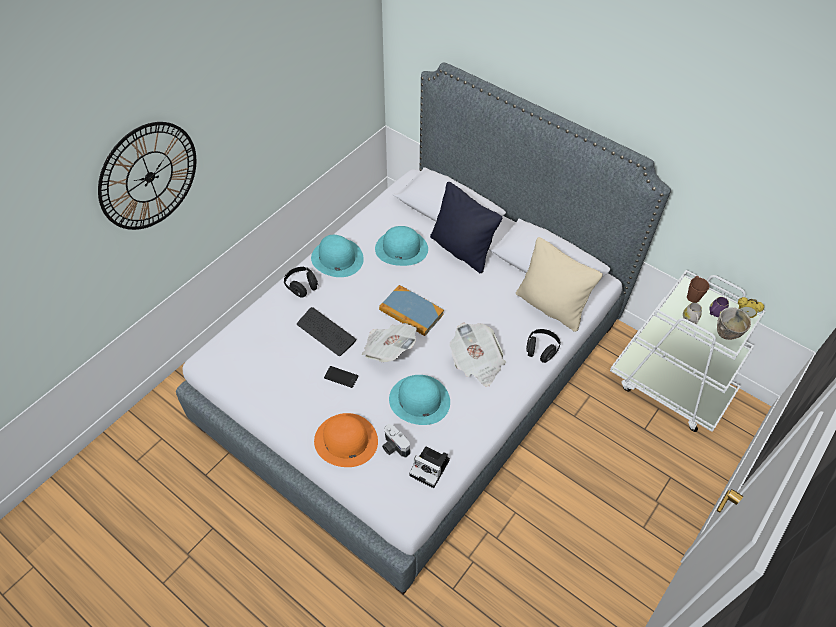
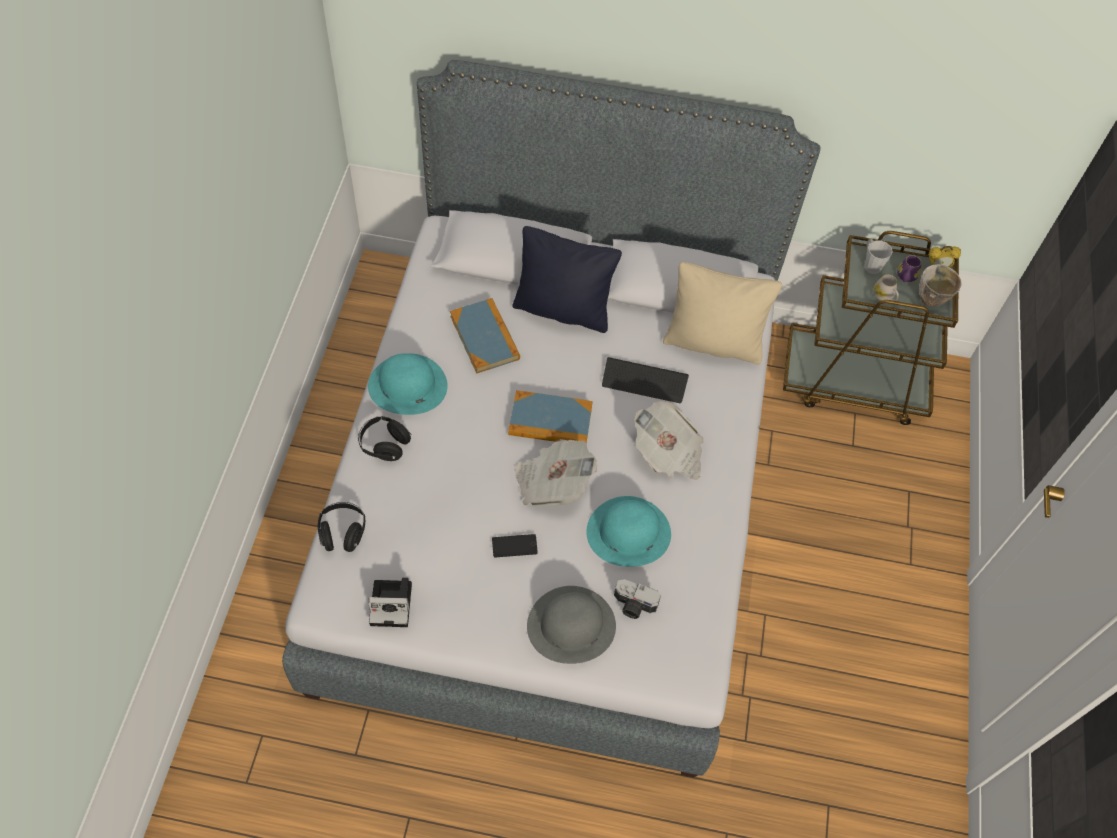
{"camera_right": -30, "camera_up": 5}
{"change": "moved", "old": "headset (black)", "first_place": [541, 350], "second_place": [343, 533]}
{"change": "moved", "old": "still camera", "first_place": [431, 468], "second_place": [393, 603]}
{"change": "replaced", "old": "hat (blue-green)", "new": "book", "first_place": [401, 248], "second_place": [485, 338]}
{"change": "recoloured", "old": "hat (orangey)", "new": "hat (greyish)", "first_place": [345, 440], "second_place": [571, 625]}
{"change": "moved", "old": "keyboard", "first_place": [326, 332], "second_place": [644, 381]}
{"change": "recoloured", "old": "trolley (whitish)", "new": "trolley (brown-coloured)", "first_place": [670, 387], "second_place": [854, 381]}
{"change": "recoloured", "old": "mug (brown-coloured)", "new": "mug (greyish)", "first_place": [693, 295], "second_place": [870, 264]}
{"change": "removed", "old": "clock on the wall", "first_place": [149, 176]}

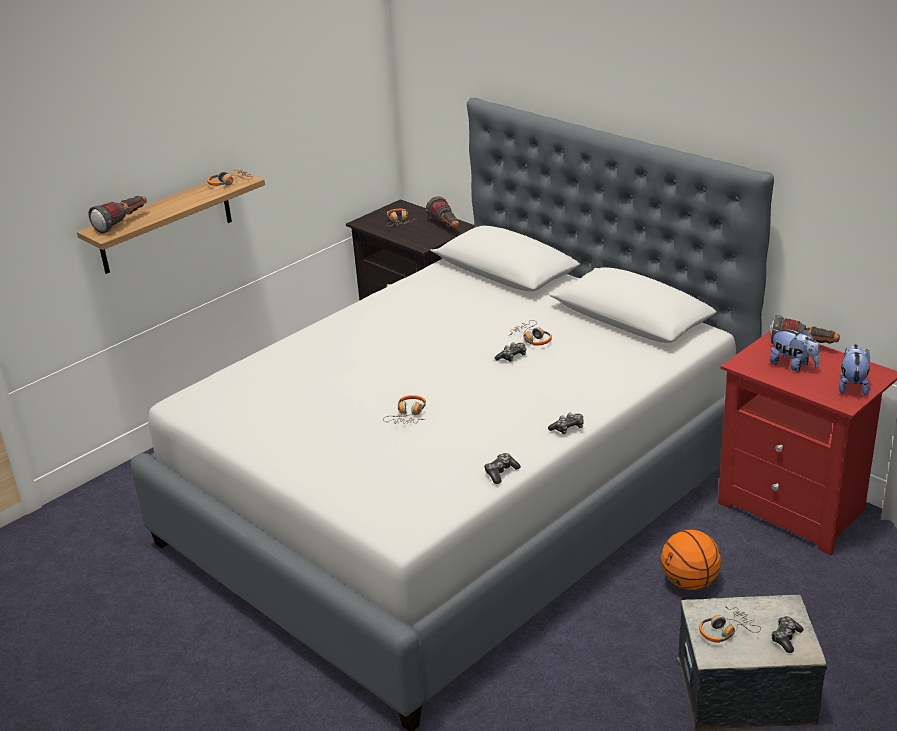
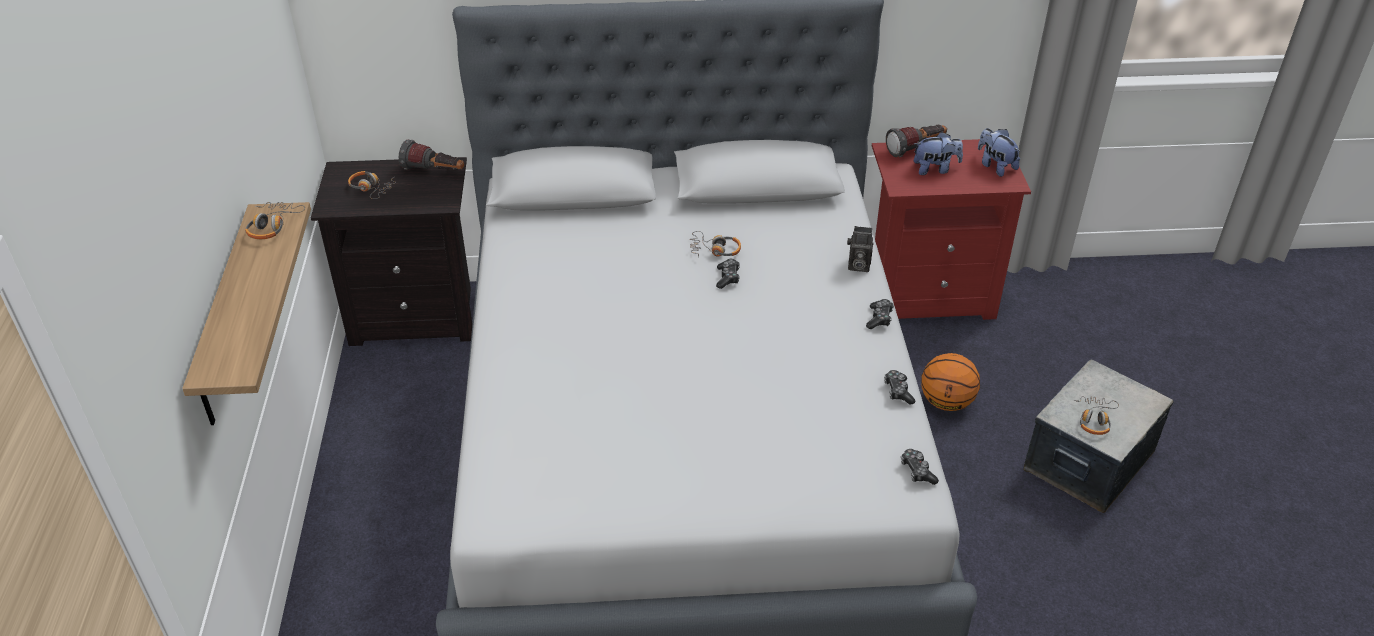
{"camera_right": -50, "camera_up": 10}
{"change": "added", "new": "still camera", "second_place": [857, 266]}
{"change": "moved", "old": "gamepad", "first_place": [786, 638], "second_place": [917, 471]}
{"change": "removed", "old": "torch", "first_place": [123, 223]}
{"change": "removed", "old": "headset", "first_place": [408, 415]}

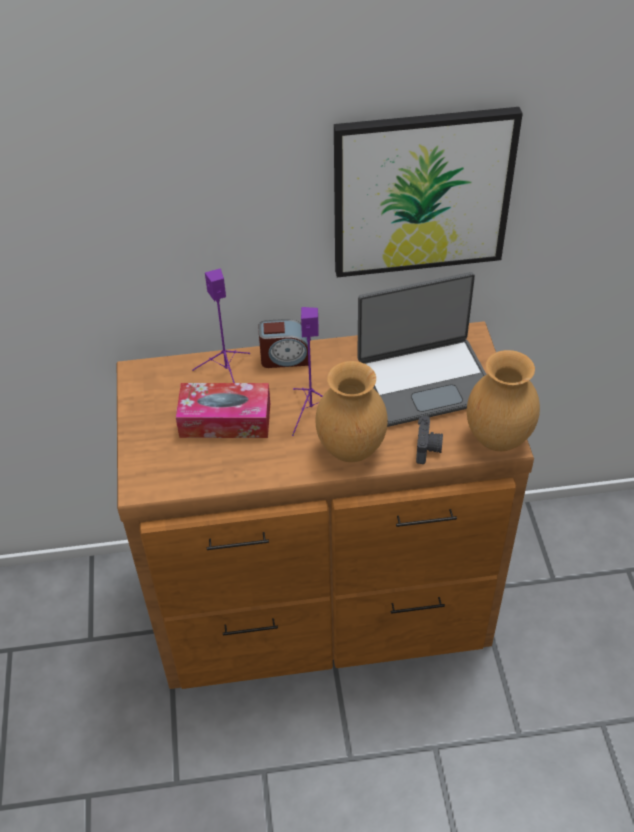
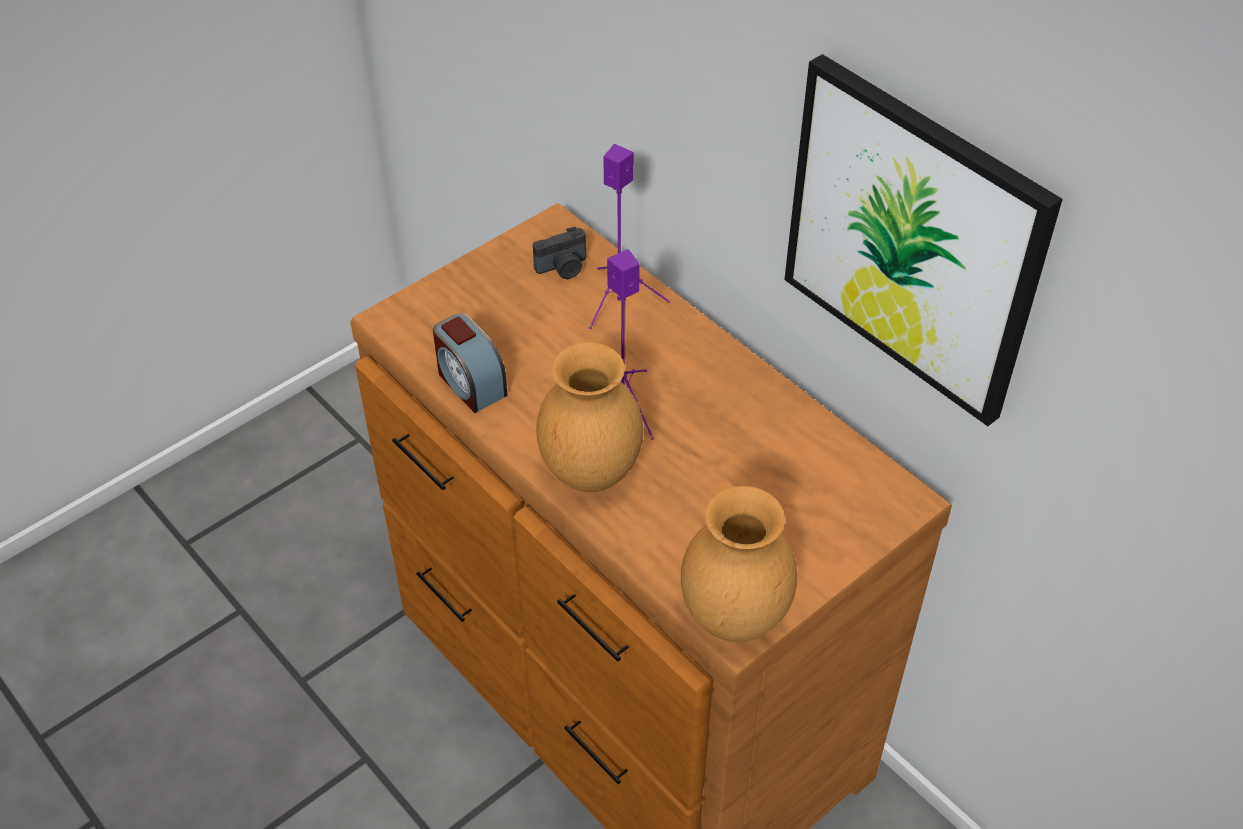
{"camera_right": 55, "camera_up": 0}
{"change": "moved", "old": "alarm clock", "first_place": [284, 358], "second_place": [470, 383]}
{"change": "moved", "old": "still camera", "first_place": [428, 448], "second_place": [563, 268]}
{"change": "removed", "old": "box of tissues", "first_place": [225, 420]}
{"change": "removed", "old": "portable computer", "first_place": [425, 381]}

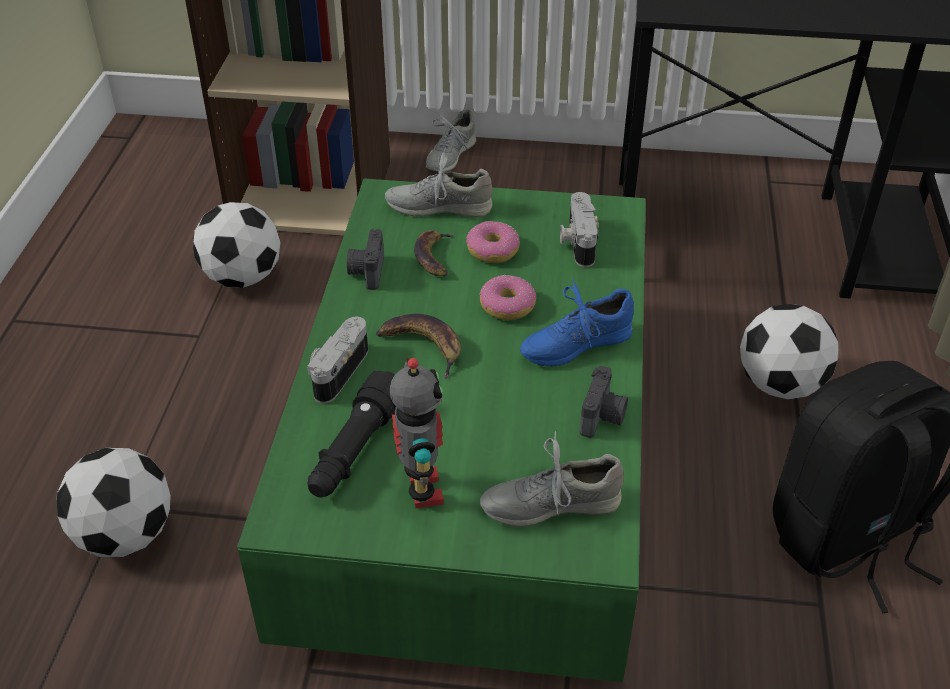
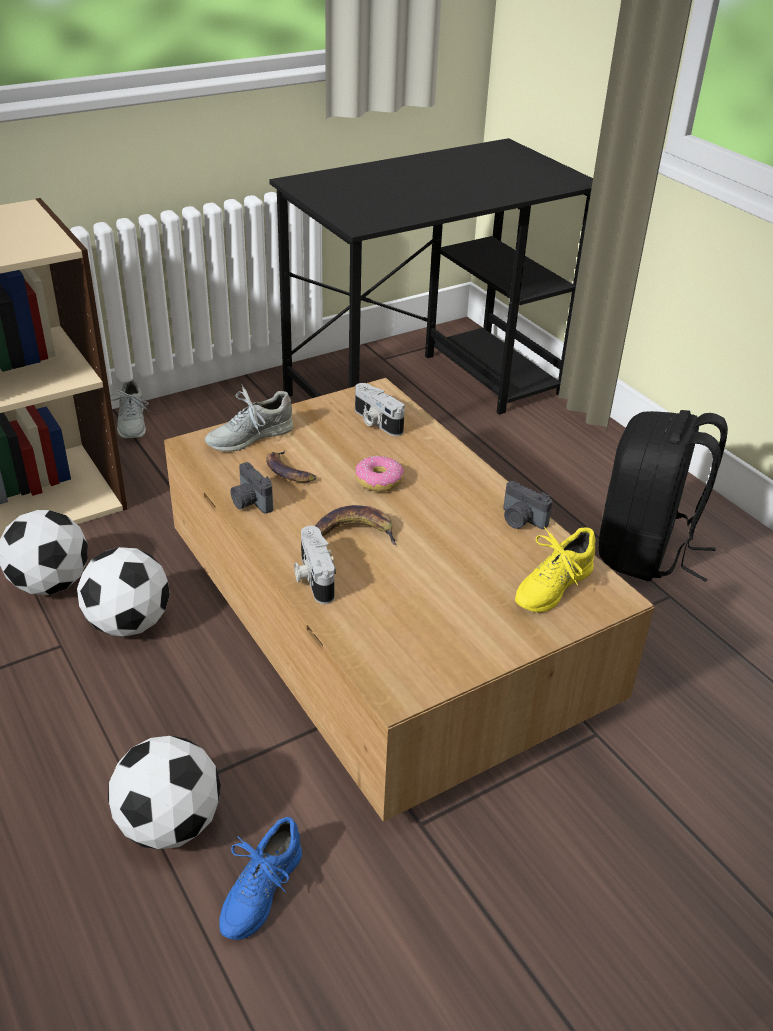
{"camera_right": -40, "camera_up": -5}
{"change": "moved", "old": "football ball", "first_place": [780, 385], "second_place": [129, 623]}
{"change": "recoloured", "old": "coffee table (green-coloured)", "new": "coffee table (brown-coloured)", "first_place": [475, 461], "second_place": [383, 623]}
{"change": "moved", "old": "shoe (bluish)", "first_place": [575, 344], "second_place": [260, 890]}
{"change": "turned", "old": "still camera", "first_place": [603, 417], "second_place": [521, 520], "degrees": 150}
{"change": "recoloured", "old": "shoe (greyish)", "new": "shoe (yellowish)", "first_place": [550, 504], "second_place": [552, 586]}
{"change": "removed", "old": "torch (black)", "first_place": [355, 450]}
{"change": "removed", "old": "robot figure", "first_place": [421, 490]}
{"change": "removed", "old": "ring doughnut", "first_place": [492, 250]}

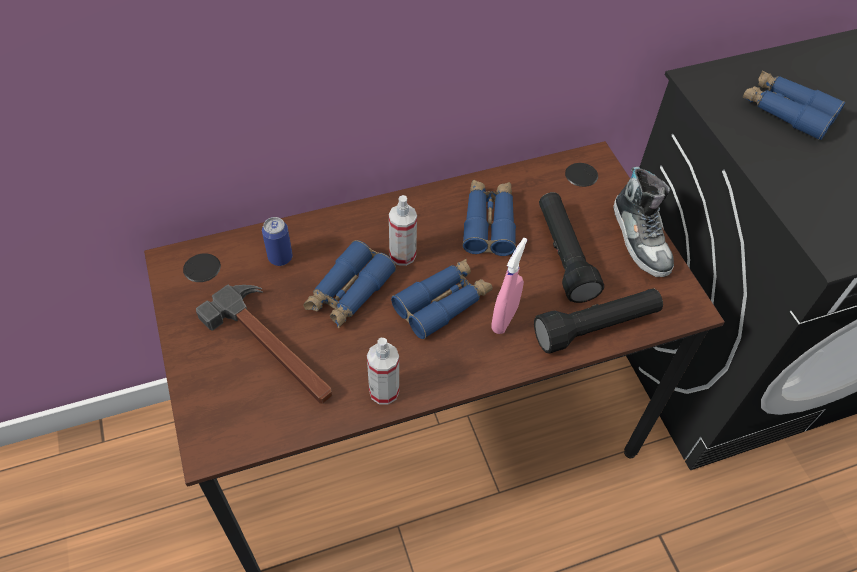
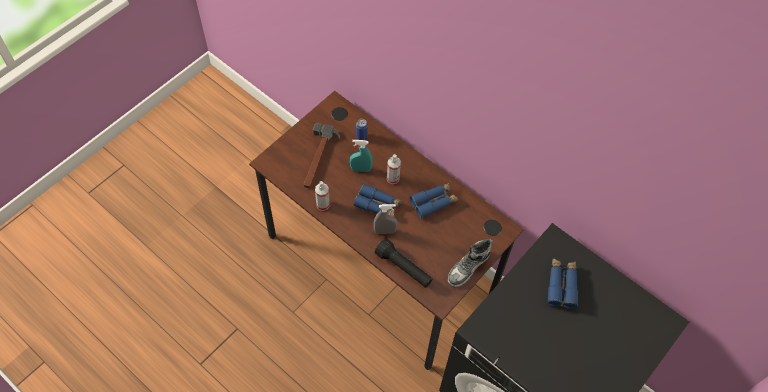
{"camera_right": 60, "camera_up": 5}
{"change": "replaced", "old": "binoculars (bluish)", "new": "spray bottle (blue-green)", "first_place": [349, 292], "second_place": [361, 169]}
{"change": "recoloured", "old": "spray bottle (pink)", "new": "spray bottle (greyish)", "first_place": [504, 319], "second_place": [385, 231]}
{"change": "removed", "old": "torch (black)", "first_place": [563, 255]}

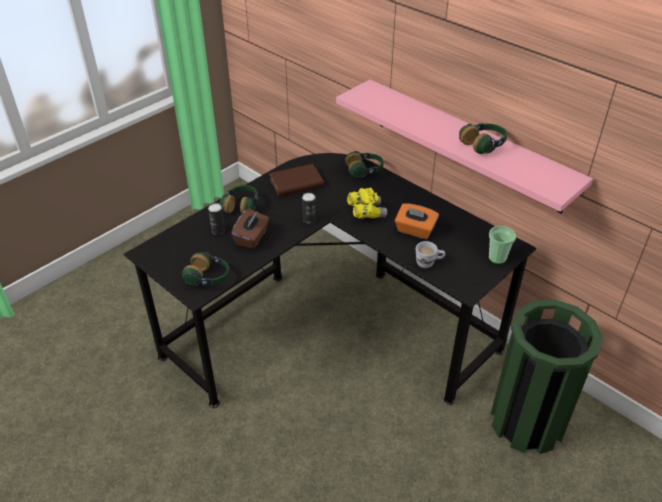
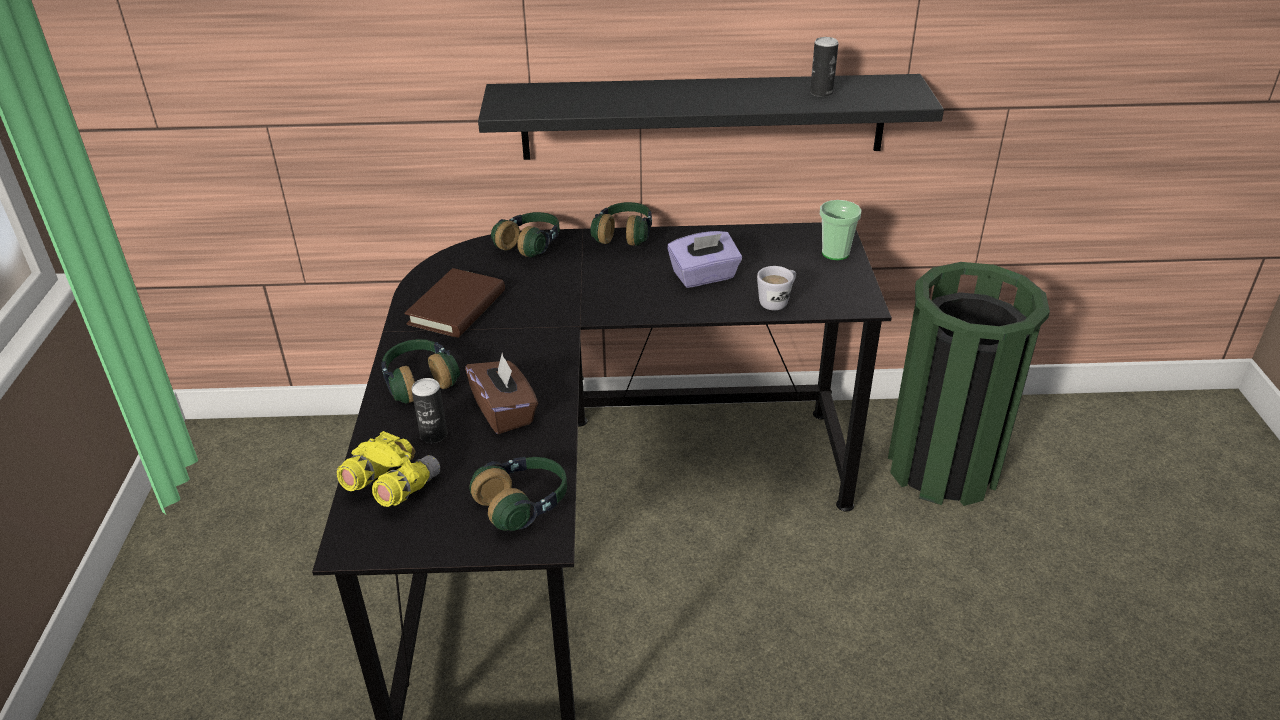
{"camera_right": -45, "camera_up": -5}
{"change": "moved", "old": "binoculars (yellowish)", "first_place": [366, 212], "second_place": [391, 487]}
{"change": "recoloured", "old": "wall shelf (pink)", "new": "wall shelf (black)", "first_place": [467, 145], "second_place": [703, 117]}
{"change": "moved", "old": "headset", "first_place": [483, 145], "second_place": [624, 235]}
{"change": "recoloured", "old": "box of tissues (orangey)", "new": "box of tissues (purple)", "first_place": [415, 230], "second_place": [704, 276]}
{"change": "moved", "old": "metal can", "first_place": [309, 220], "second_place": [821, 92]}

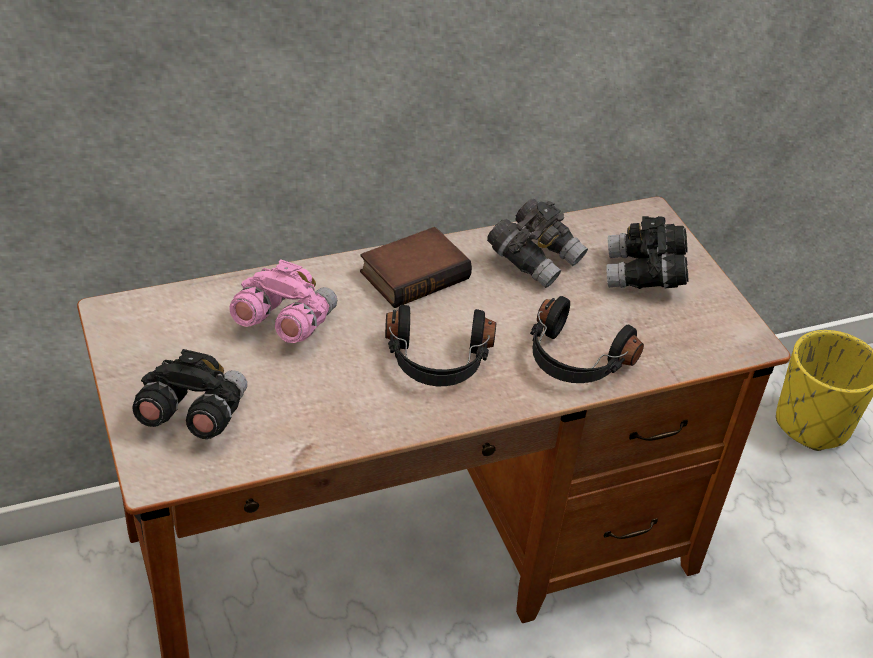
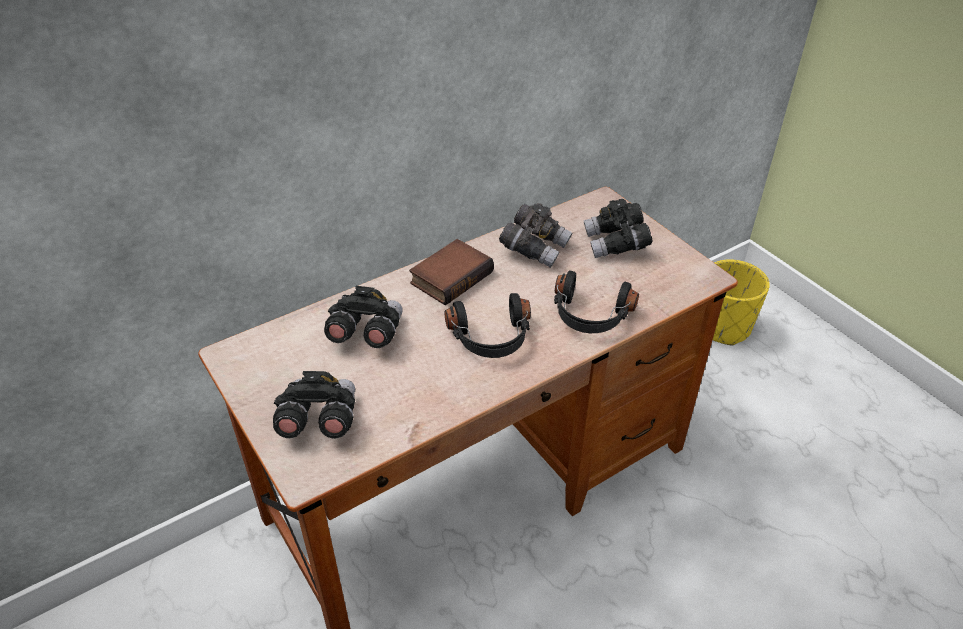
{"camera_right": -10, "camera_up": 0}
{"change": "recoloured", "old": "binoculars (pink)", "new": "binoculars (black)", "first_place": [284, 323], "second_place": [366, 334]}

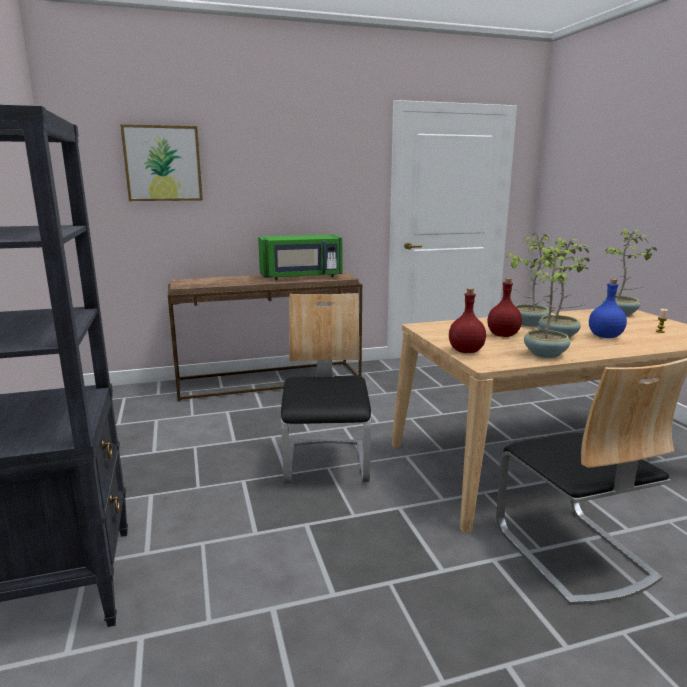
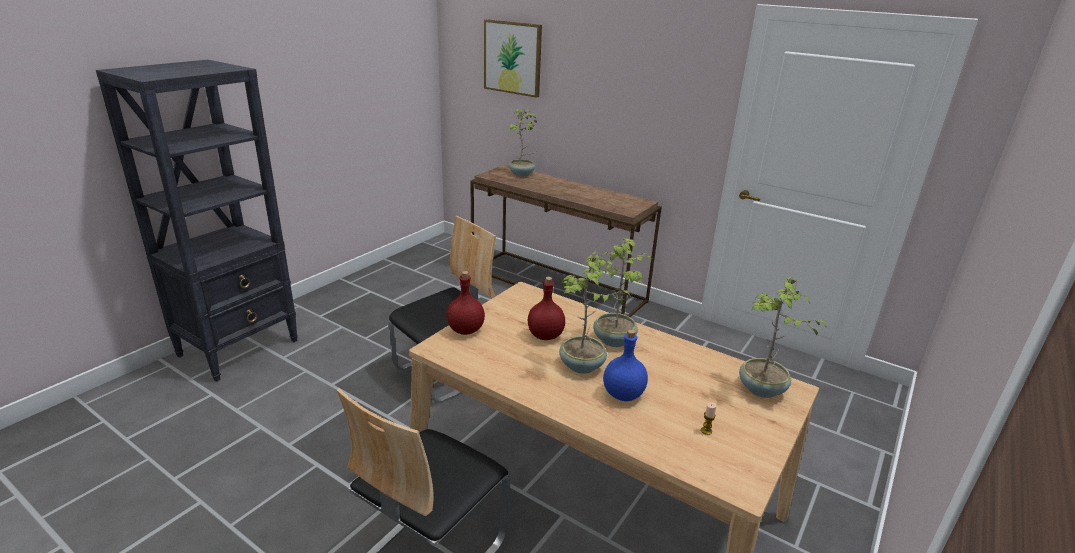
{"camera_right": 50, "camera_up": 10}
{"change": "moved", "old": "potted plant", "first_place": [545, 354], "second_place": [522, 174]}
{"change": "removed", "old": "microwave (green-coloured)", "first_place": [301, 276]}

